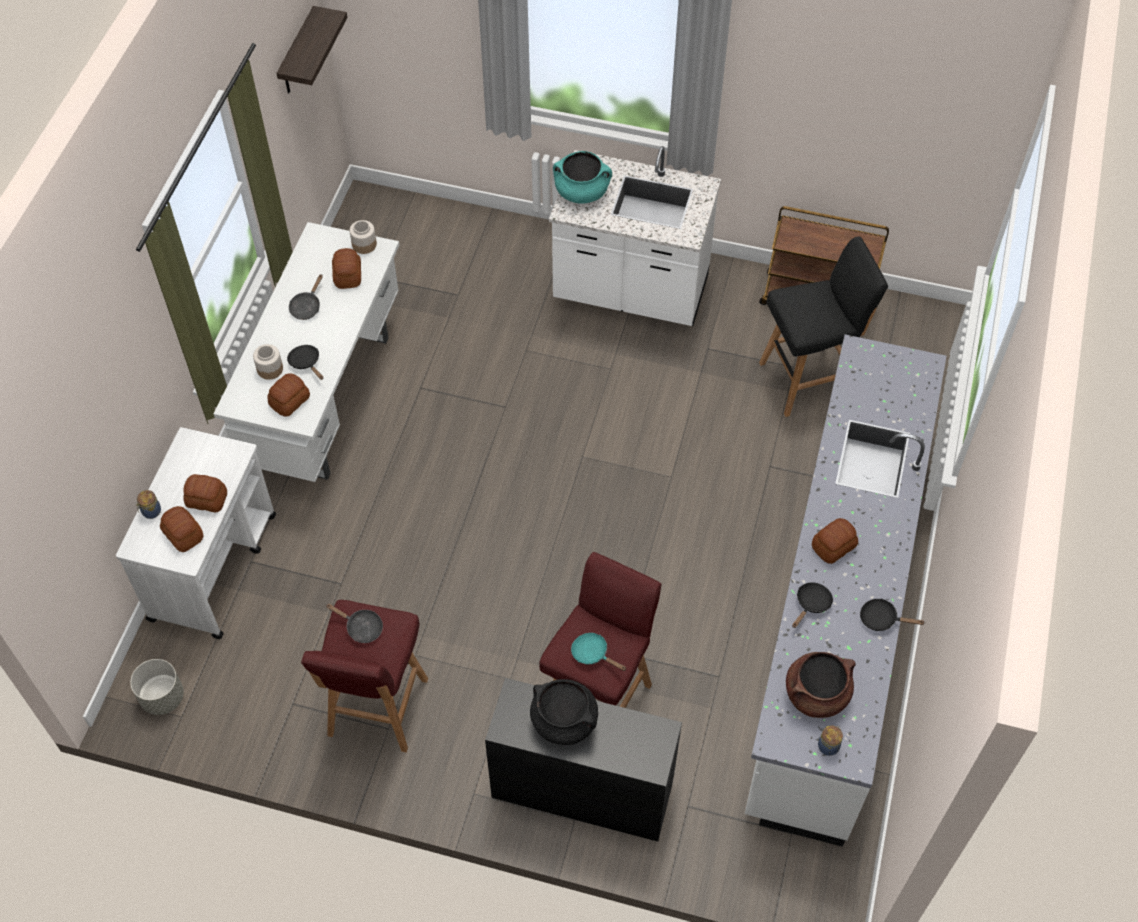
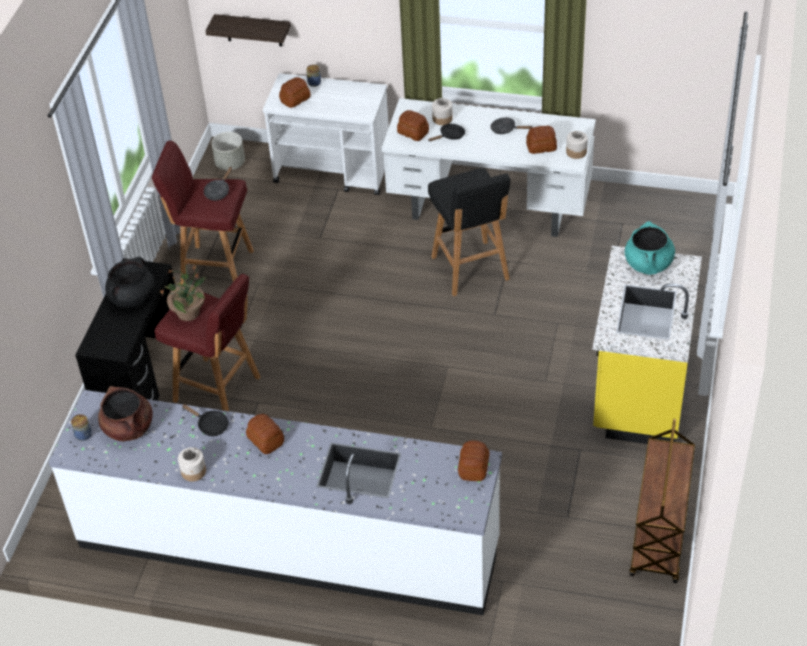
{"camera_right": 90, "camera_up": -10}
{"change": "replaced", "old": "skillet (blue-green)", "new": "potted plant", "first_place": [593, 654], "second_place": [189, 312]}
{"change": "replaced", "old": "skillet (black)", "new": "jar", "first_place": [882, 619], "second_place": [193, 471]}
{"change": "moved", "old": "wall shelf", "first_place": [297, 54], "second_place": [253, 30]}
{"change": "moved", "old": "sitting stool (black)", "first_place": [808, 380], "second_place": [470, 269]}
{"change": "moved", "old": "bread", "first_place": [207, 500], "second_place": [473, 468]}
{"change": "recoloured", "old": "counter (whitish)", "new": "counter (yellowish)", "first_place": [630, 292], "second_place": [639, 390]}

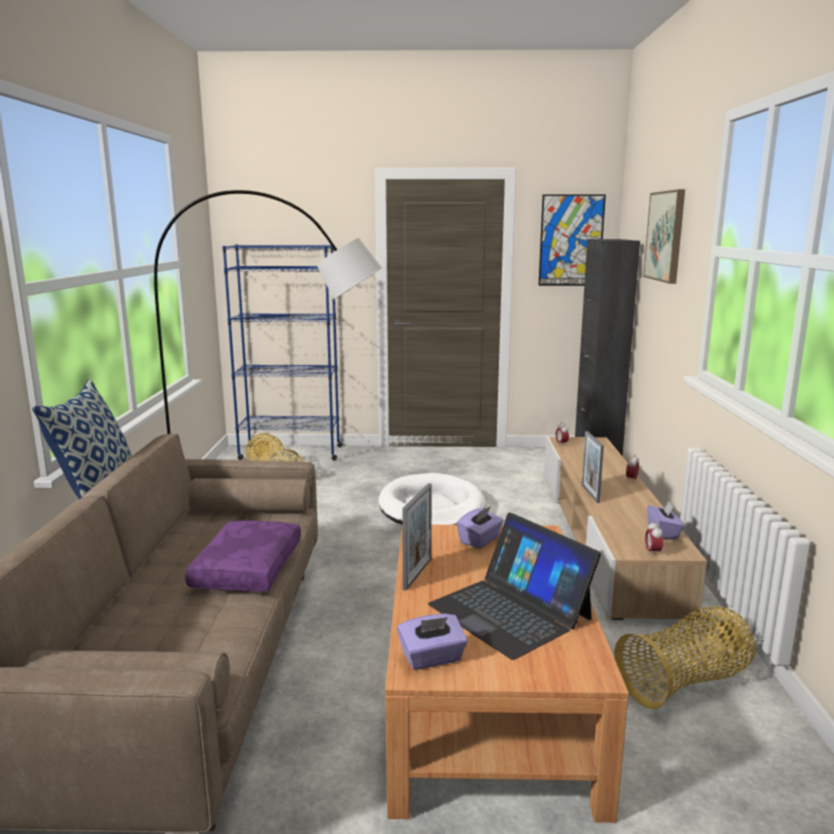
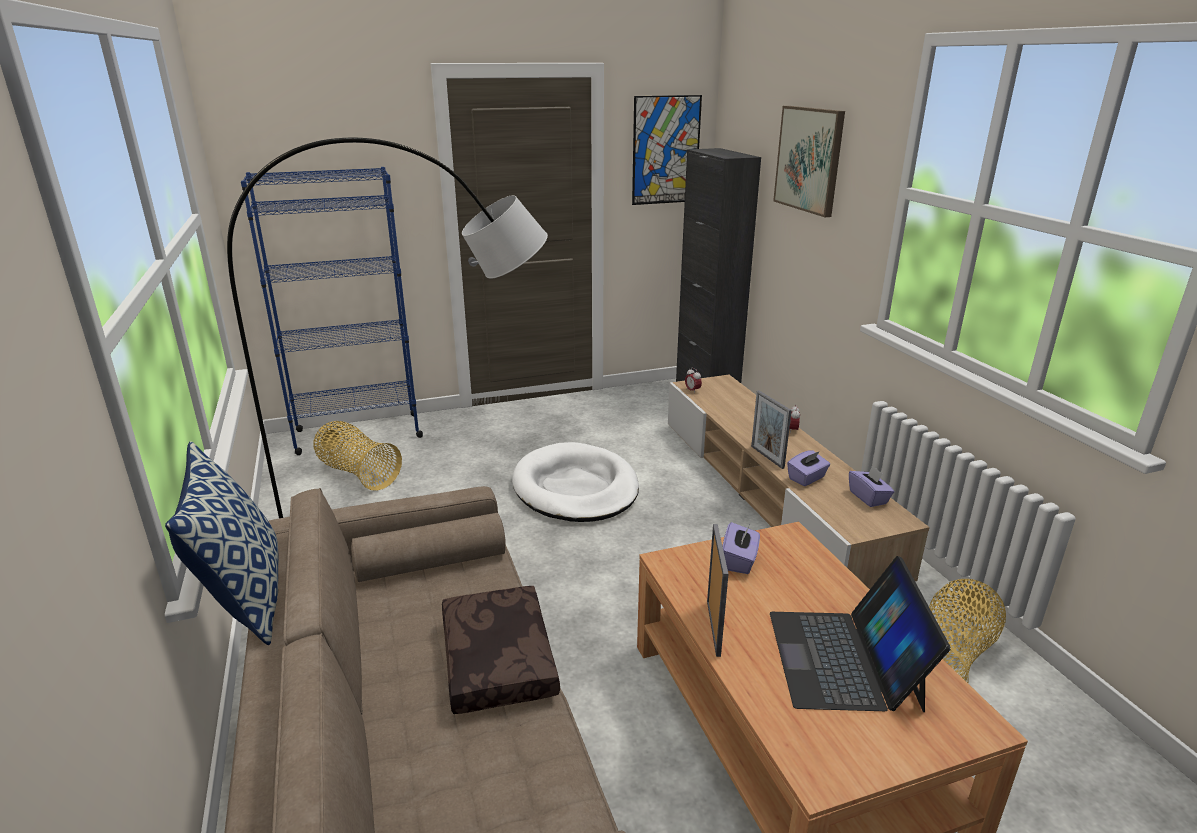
{"camera_right": -20, "camera_up": 10}
{"change": "recoloured", "old": "cushion (purple)", "new": "cushion (brown-coloured)", "first_place": [246, 567], "second_place": [495, 659]}
{"change": "turned", "old": "portable computer", "first_place": [510, 611], "second_place": [844, 659], "degrees": 60}
{"change": "moved", "old": "box of tissues (purple)", "first_place": [432, 658], "second_place": [807, 478]}
{"change": "removed", "old": "alarm clock", "first_place": [652, 552]}

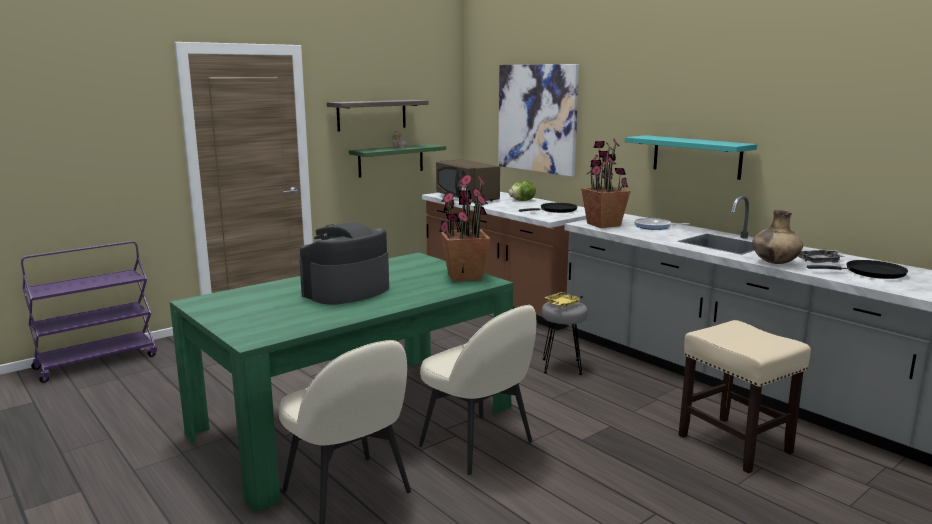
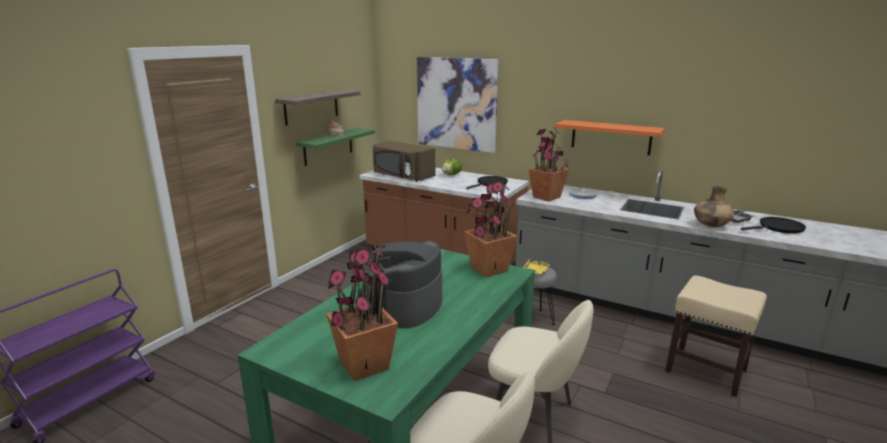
{"camera_right": -20, "camera_up": 5}
{"change": "added", "new": "potted plant", "second_place": [363, 365]}
{"change": "recoloured", "old": "wall shelf (blue-green)", "new": "wall shelf (orangey)", "first_place": [696, 156], "second_place": [611, 137]}

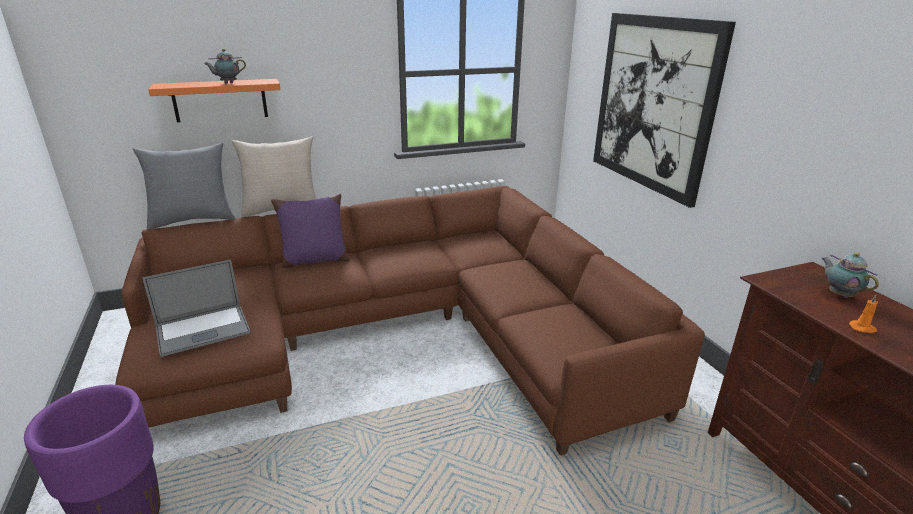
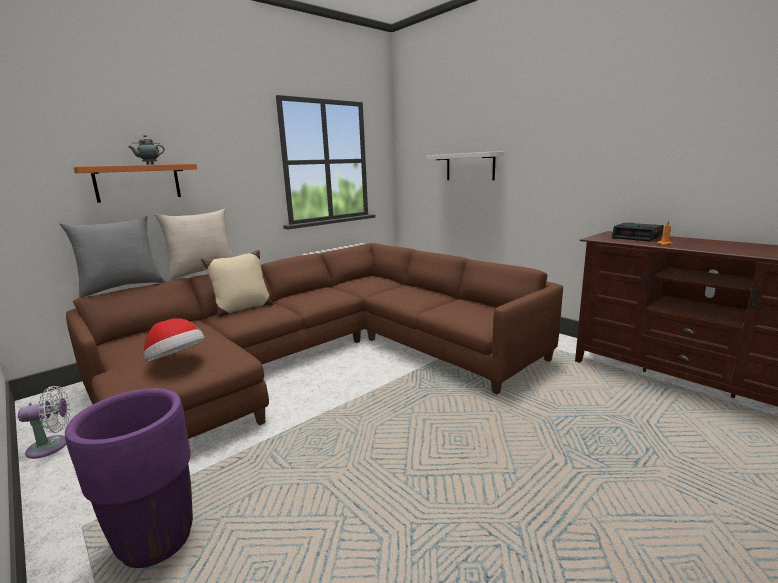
{"camera_right": -20, "camera_up": -10}
{"change": "added", "new": "cooling fan (whitish)", "second_place": [52, 446]}
{"change": "replaced", "old": "portable computer", "new": "hat", "first_place": [203, 330], "second_place": [176, 361]}
{"change": "recoloured", "old": "cushion (purple)", "new": "cushion (beige-coloured)", "first_place": [314, 260], "second_place": [242, 309]}
{"change": "replaced", "old": "wall art", "new": "wall shelf (whitish)", "first_place": [653, 104], "second_place": [470, 166]}
{"change": "replaced", "old": "pot for tea", "new": "alarm clock", "first_place": [839, 295], "second_place": [637, 237]}

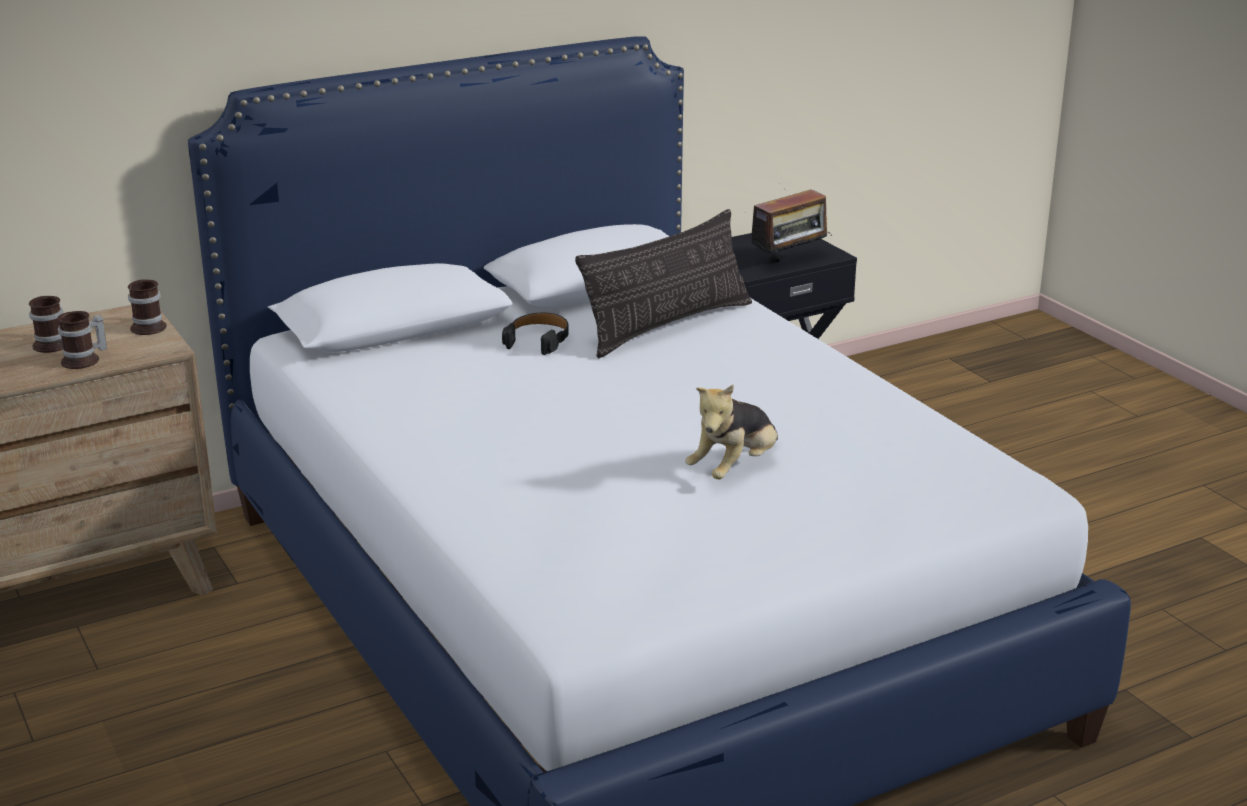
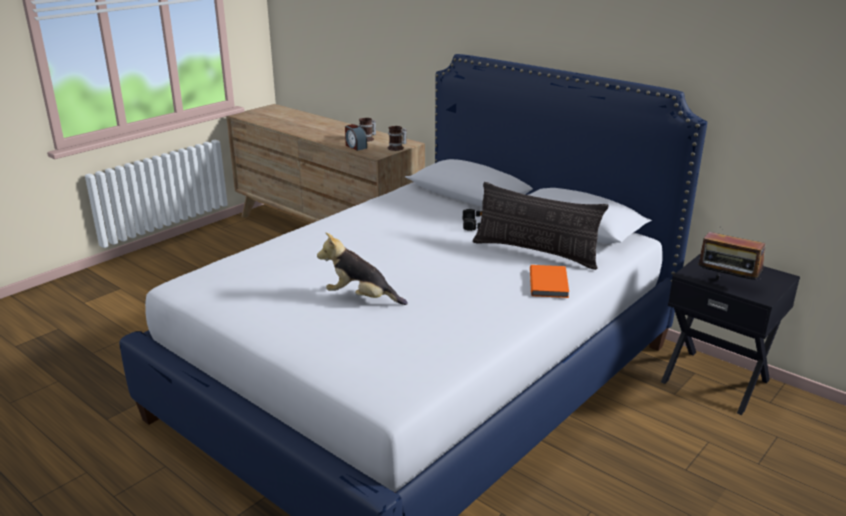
{"camera_right": 70, "camera_up": 0}
{"change": "replaced", "old": "mug", "new": "alarm clock", "first_place": [84, 361], "second_place": [355, 146]}
{"change": "added", "new": "book (orangey)", "second_place": [550, 283]}

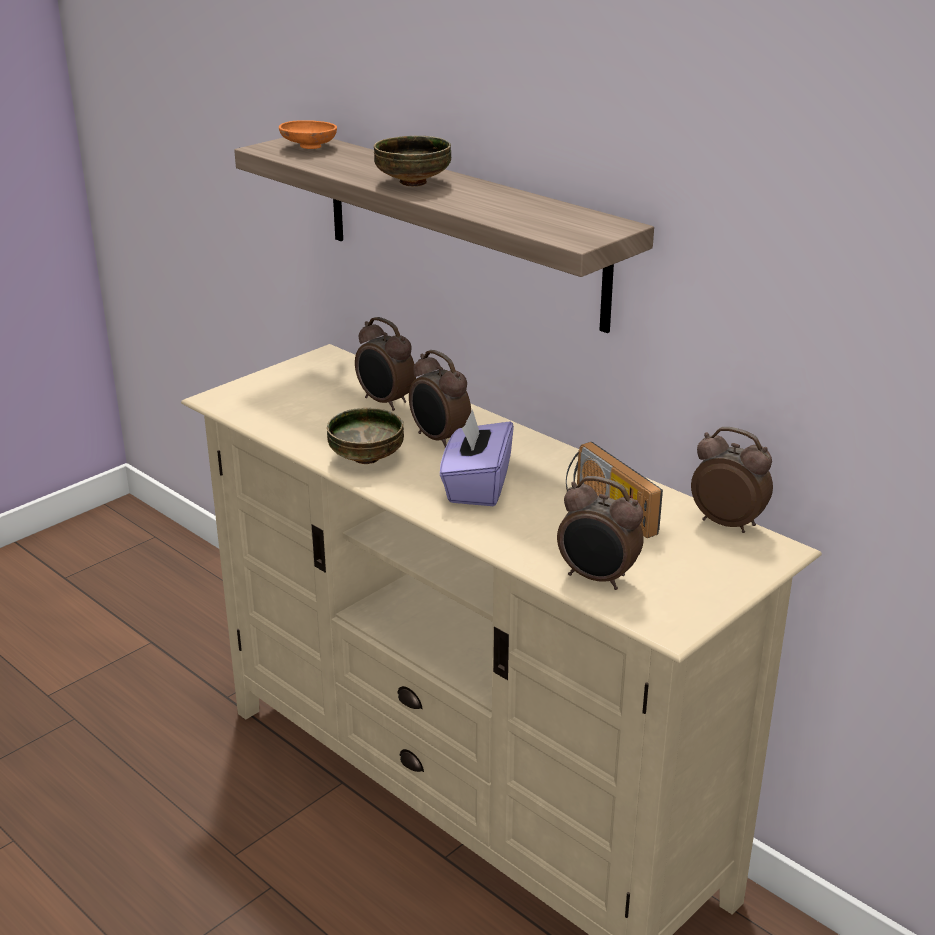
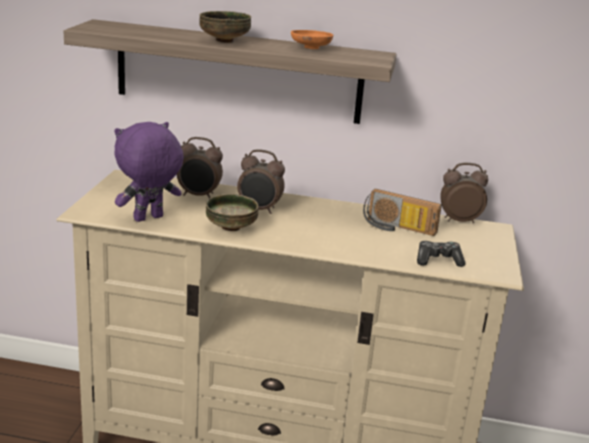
{"camera_right": -35, "camera_up": -5}
{"change": "added", "new": "cuddly toy (purple)", "second_place": [148, 219]}
{"change": "moved", "old": "deep dish (orangey)", "first_place": [309, 147], "second_place": [310, 48]}
{"change": "replaced", "old": "alarm clock", "new": "gamepad", "first_place": [597, 578], "second_place": [438, 260]}
{"change": "removed", "old": "box of tissues (purple)", "first_place": [476, 486]}

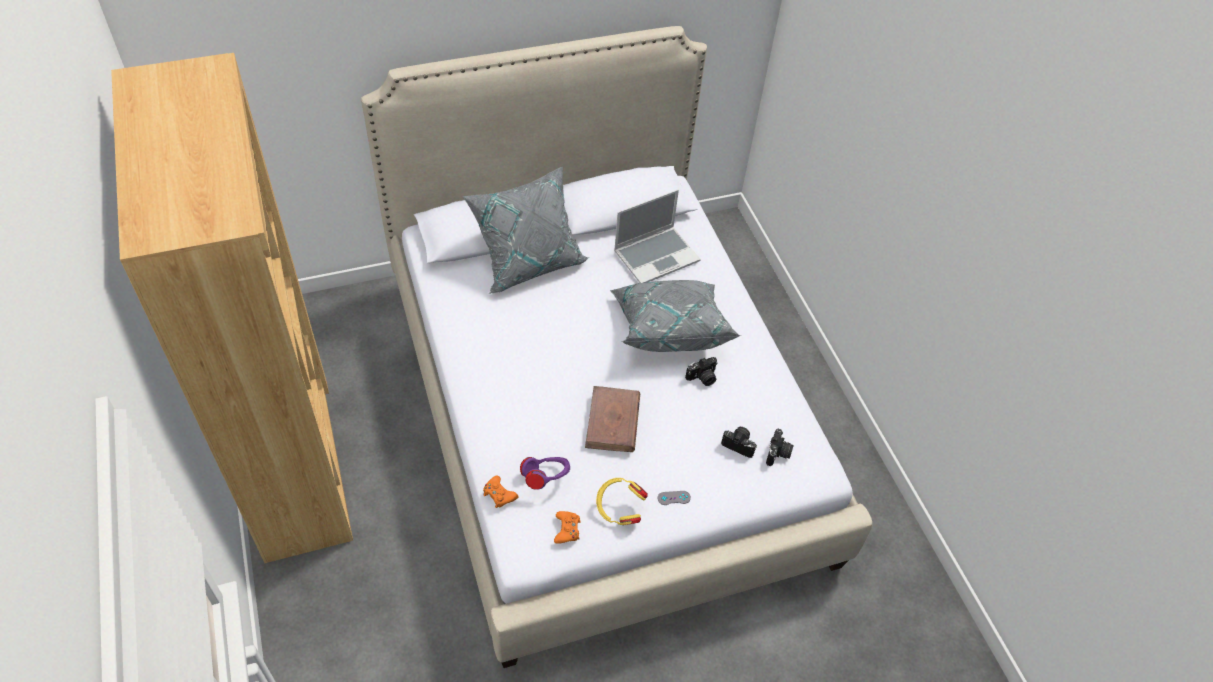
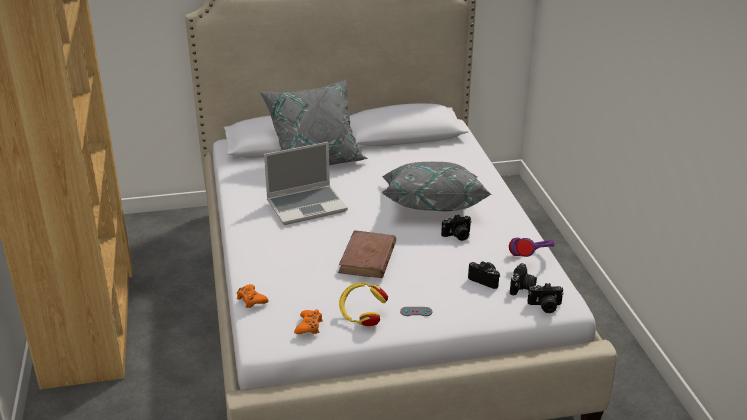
{"camera_right": 10, "camera_up": -20}
{"change": "moved", "old": "portable computer", "first_place": [656, 255], "second_place": [307, 205]}
{"change": "moved", "old": "headset (purple)", "first_place": [546, 478], "second_place": [531, 258]}
{"change": "added", "new": "still camera", "second_place": [545, 306]}

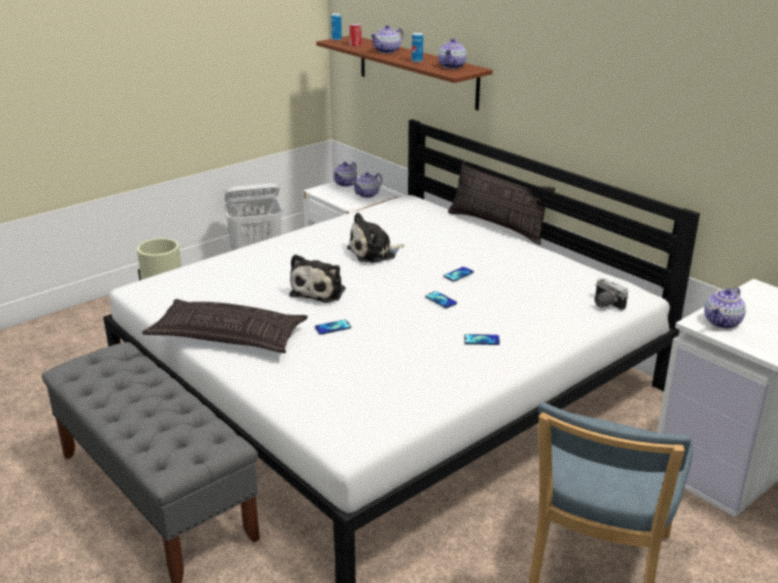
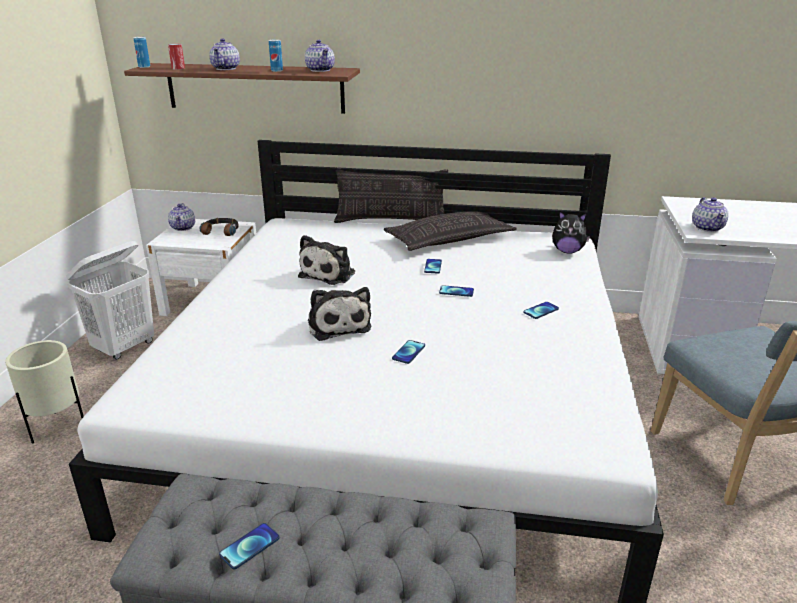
{"camera_right": -40, "camera_up": 0}
{"change": "replaced", "old": "pot for tea", "new": "headset", "first_place": [367, 194], "second_place": [221, 231]}
{"change": "added", "new": "telephone", "second_place": [250, 546]}
{"change": "moved", "old": "cushion", "first_place": [227, 336], "second_place": [449, 239]}
{"change": "replaced", "old": "still camera", "new": "cuddly toy", "first_place": [605, 304], "second_place": [567, 251]}

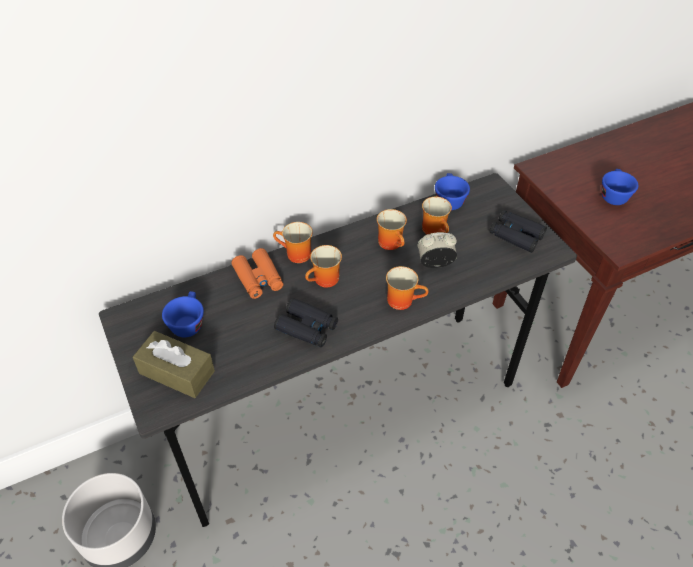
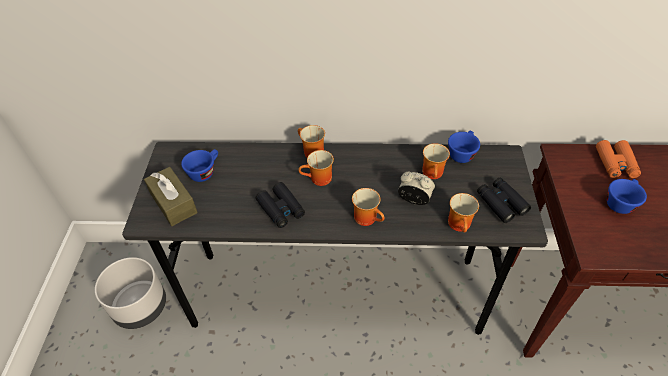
{"camera_right": 30, "camera_up": 0}
{"change": "moved", "old": "mug", "first_place": [393, 243], "second_place": [461, 225]}
{"change": "moved", "old": "binoculars (orangey)", "first_place": [258, 278], "second_place": [615, 163]}

